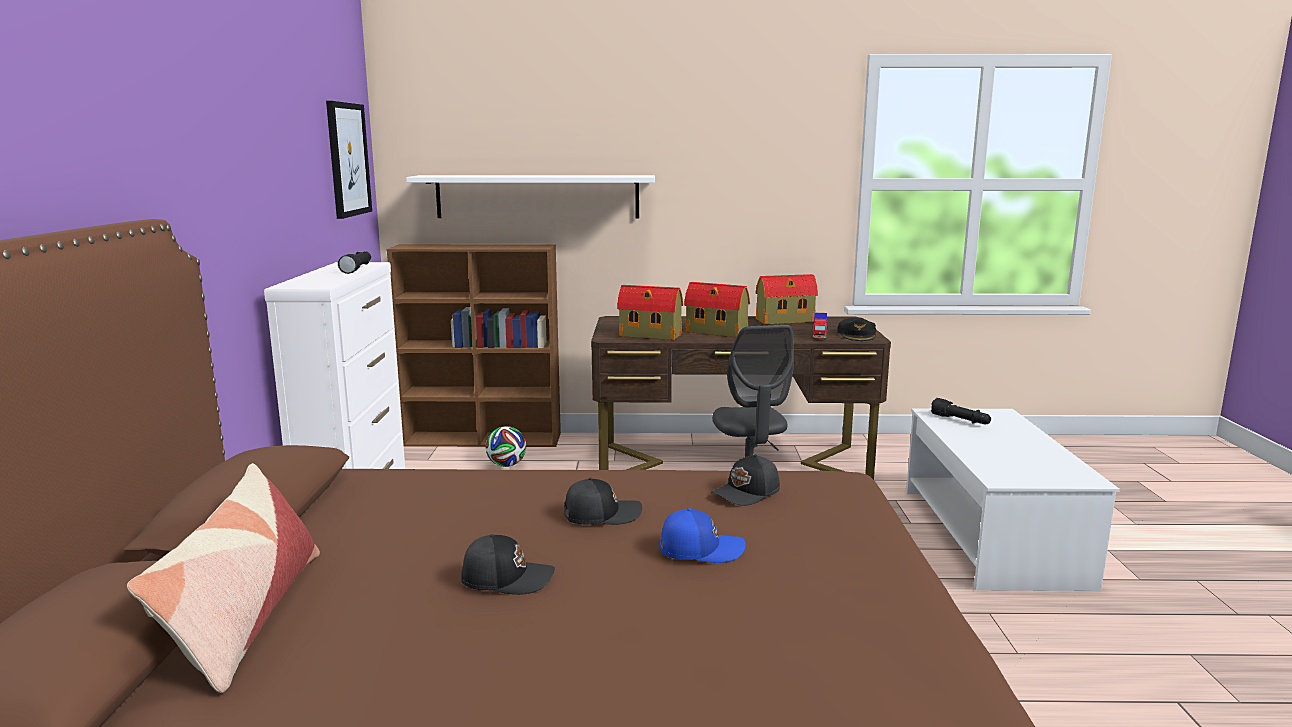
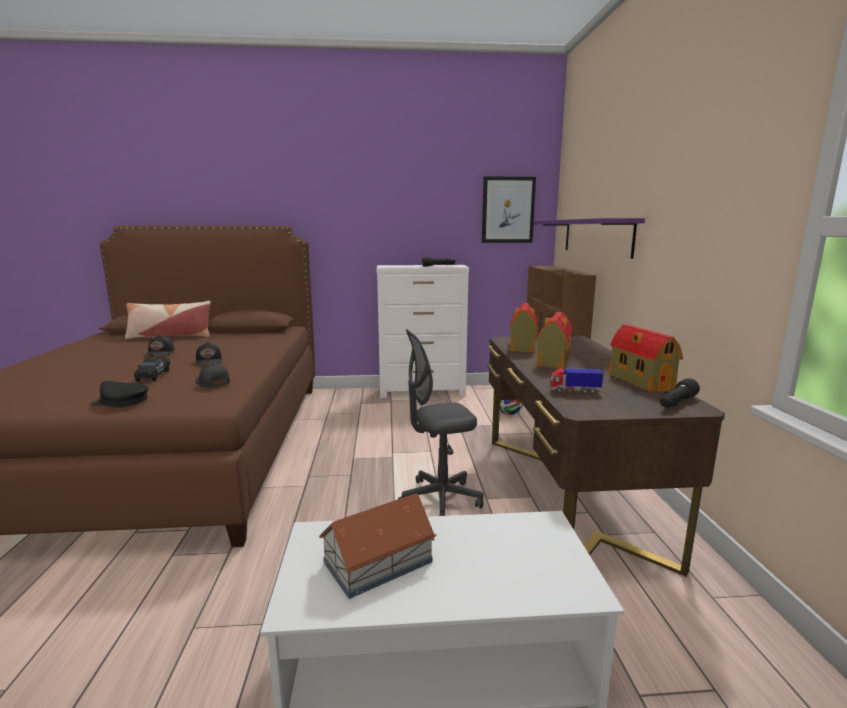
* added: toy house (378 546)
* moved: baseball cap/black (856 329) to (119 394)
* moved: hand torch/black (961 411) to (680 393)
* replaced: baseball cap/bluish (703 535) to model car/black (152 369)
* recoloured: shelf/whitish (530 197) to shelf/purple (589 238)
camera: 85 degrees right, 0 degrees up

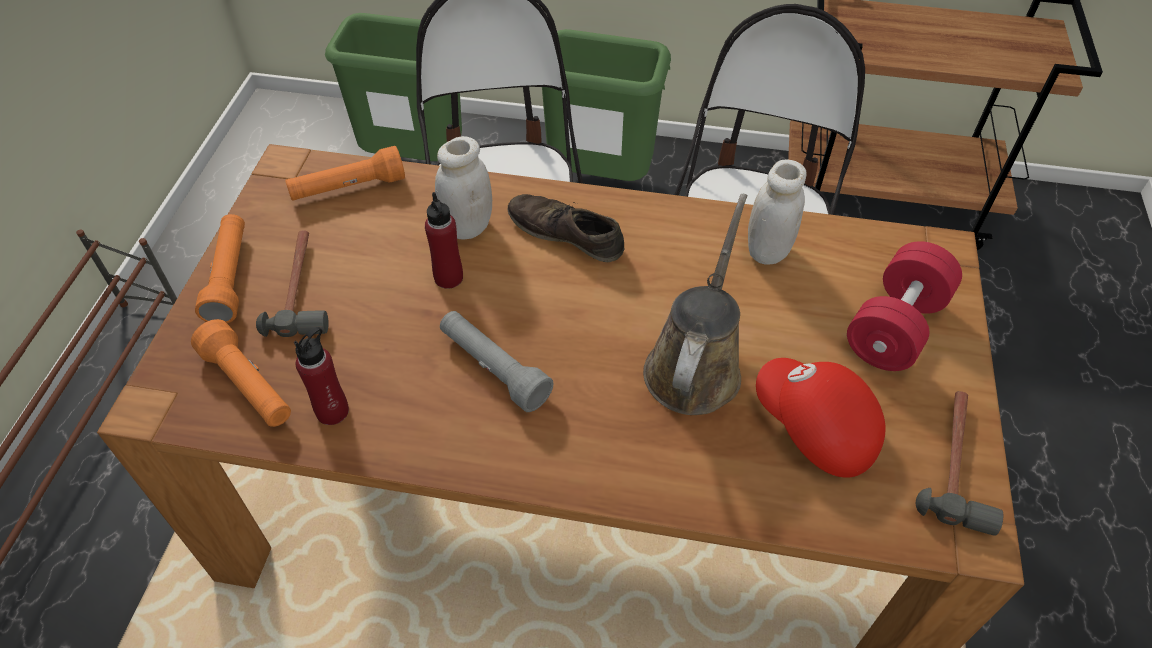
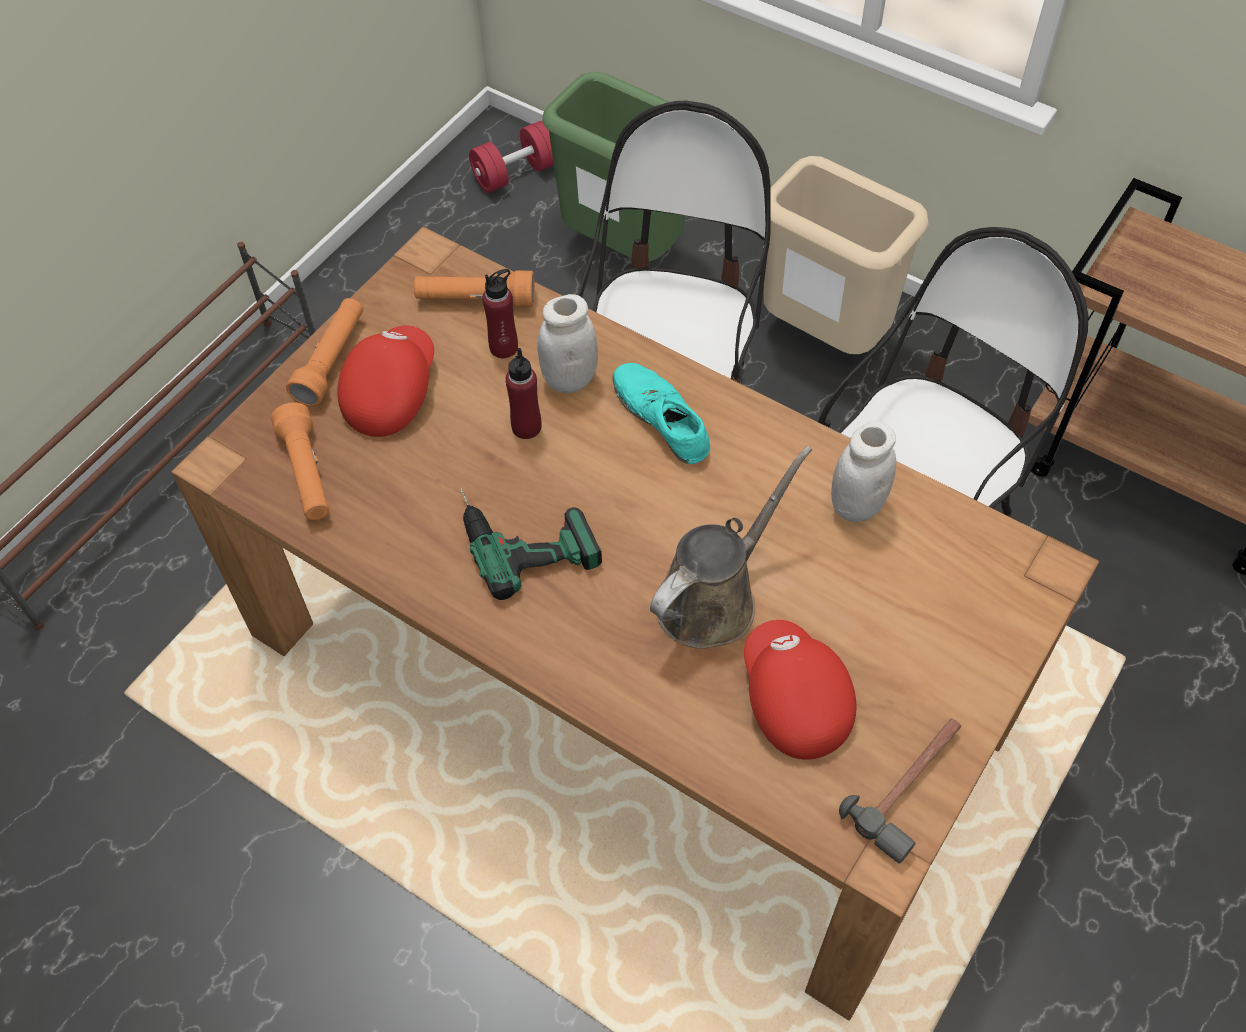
* moved: bottle/reddish (321 376) to (500 313)
* moved: dumbbell/reddish (904 306) to (511 157)
* replaced: hammer (292 283) to baseball cap/reddish (385 381)
* replaced: hand torch/greyish (496 361) to drill (531 544)
* recoloured: item of footwear/brownish (566 228) to item of footwear/turquoise (661 413)
* recoloured: trash can/green (606 105) to trash can/beige (846 255)
camera: 25 degrees right, 5 degrees up

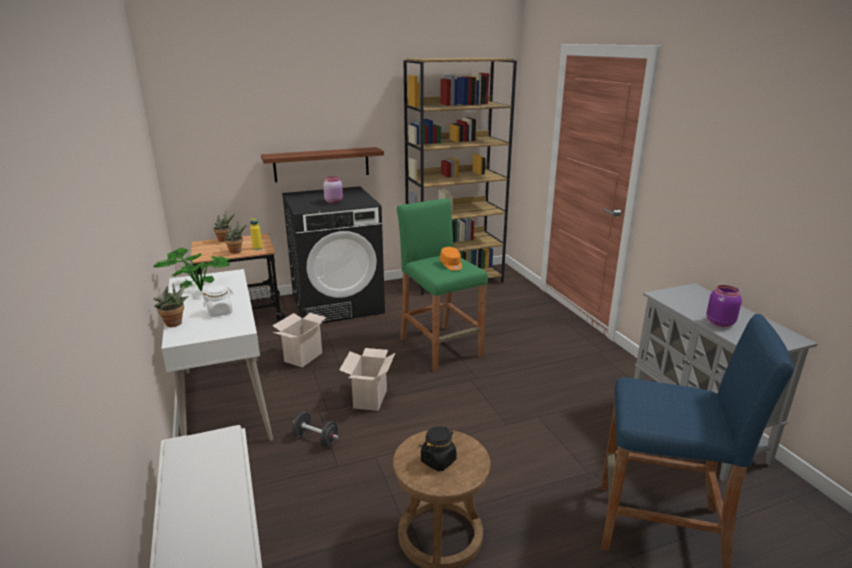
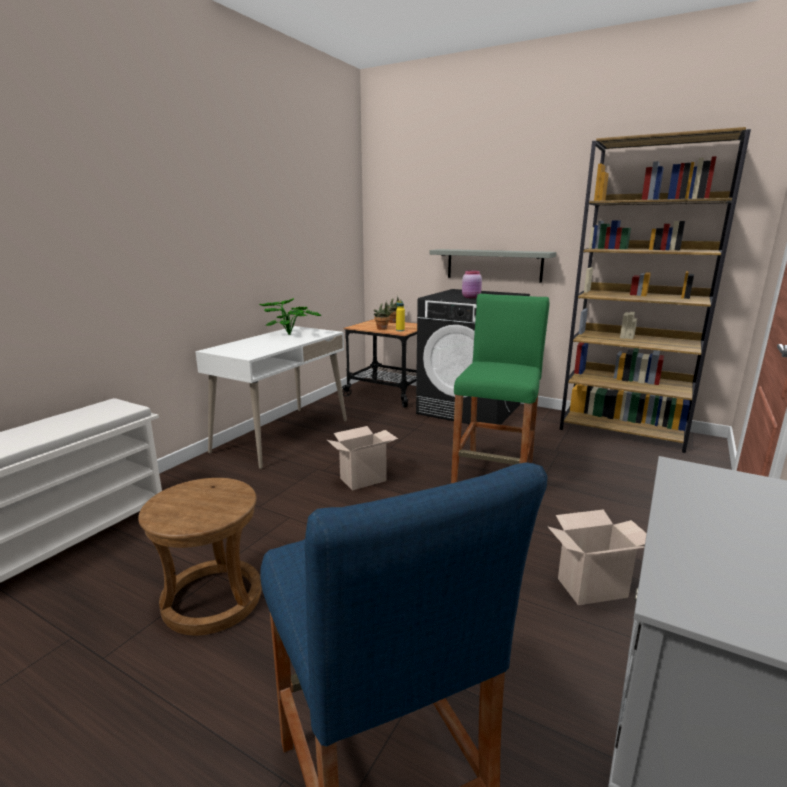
* removed: houseplant (171 305)
* removed: preserve jar/whitish (218 301)
* removed: dumbbell/black (315 430)
* removed: preserve jar/black (439 448)
* removed: baseball cap/orange-coloured (451 258)
* removed: preserve jar/purple (724 306)
* moved: cardboard box (300 340) to (597 557)
* recoloured: shelf/brownish (322 164) to shelf/greyish (493 266)
camera: 50 degrees right, 5 degrees down

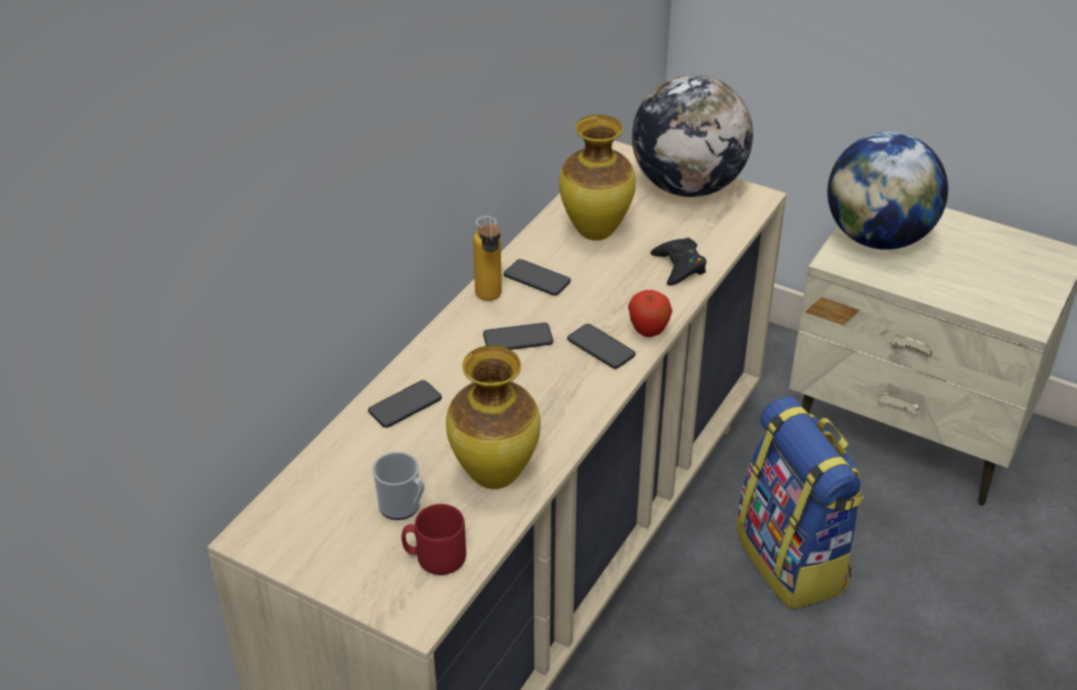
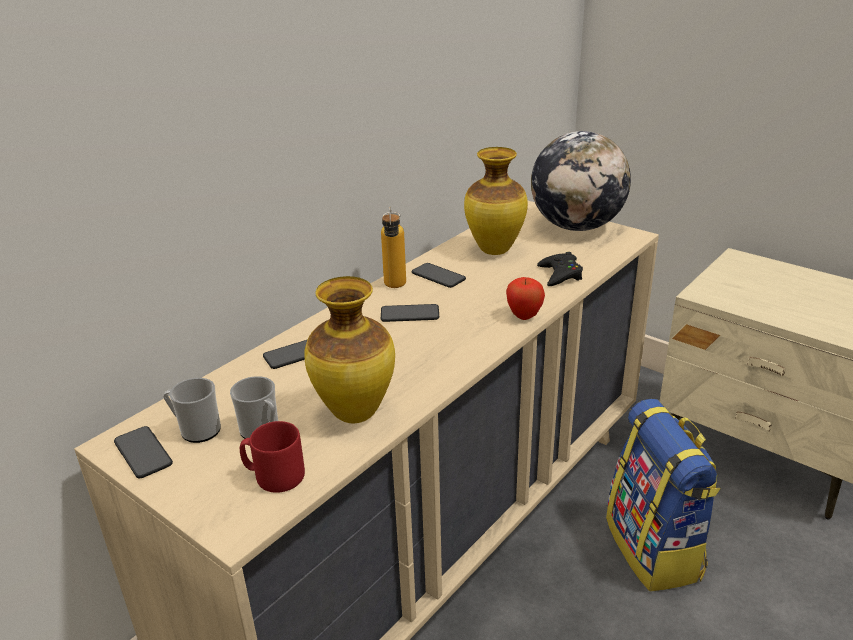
* removed: globe (887 191)
* added: tea mug (192 410)
* moved: phone (601 346) to (143 452)
camera: 10 degrees right, 10 degrees down

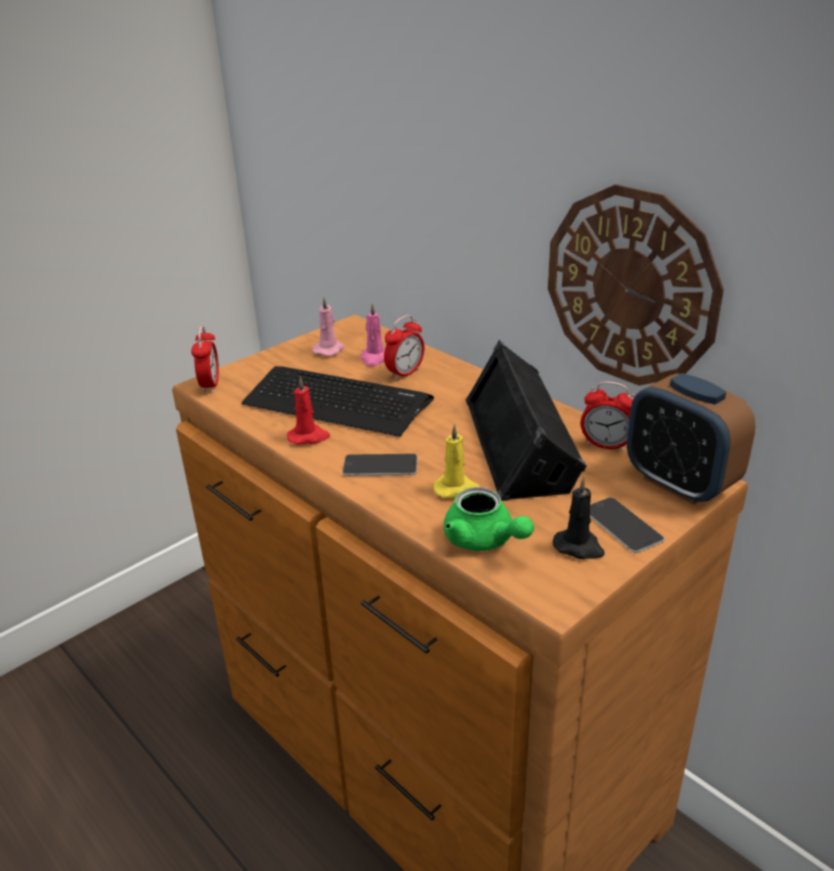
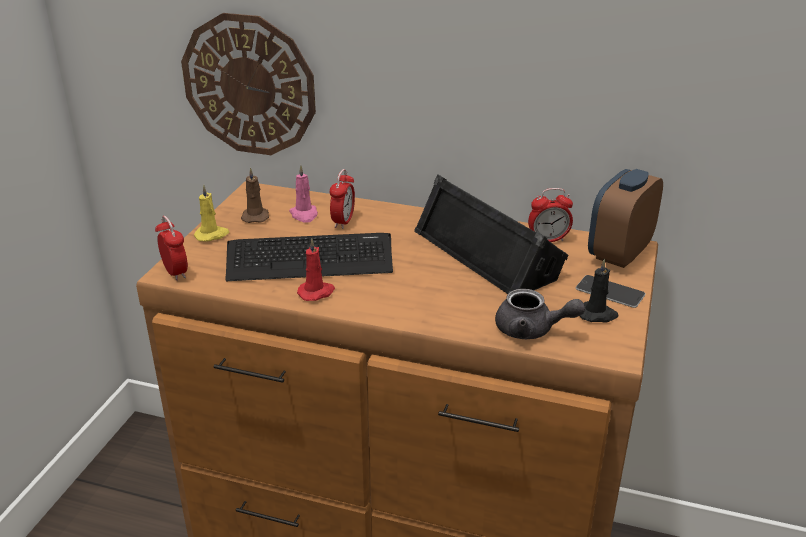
* removed: phone (380 465)
* moved: candle/yellow-coloured (456 461) to (211 213)
* moved: wall clock (636 285) to (248 84)
* recoloured: candle/pinkish (328 326) to candle/brownish (255 195)
* recoloured: teapot/green (489 519) to teapot/greyish (540 314)
* turned: table clock (691 439) = (625 218) 105 degrees clockwise
camera: 30 degrees left, 0 degrees up

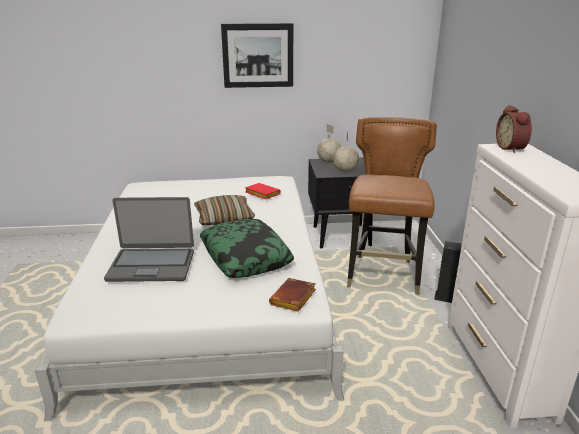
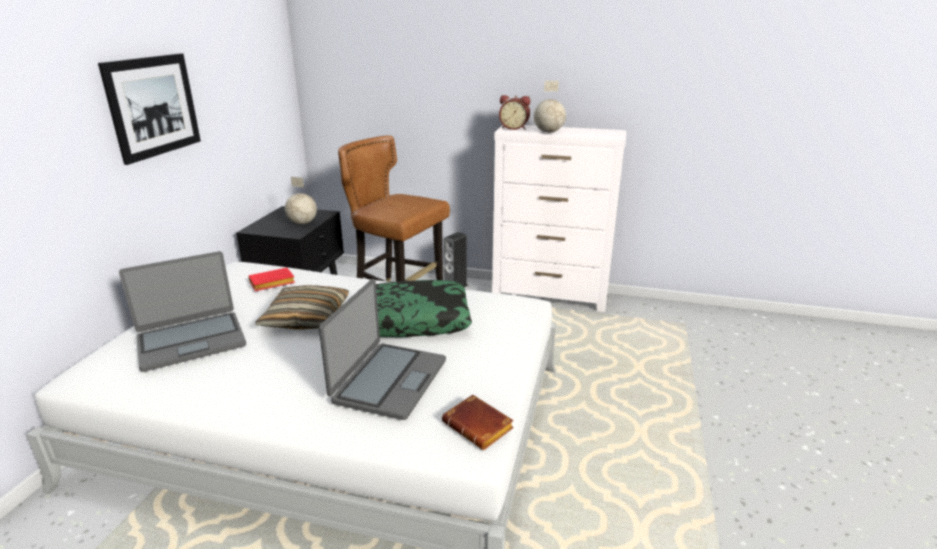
* added: notebook computer (182 311)
* moved: volume/brownish (292 295) to (478 422)
* moved: globe (329 143) to (550 107)
camera: 70 degrees left, 0 degrees up

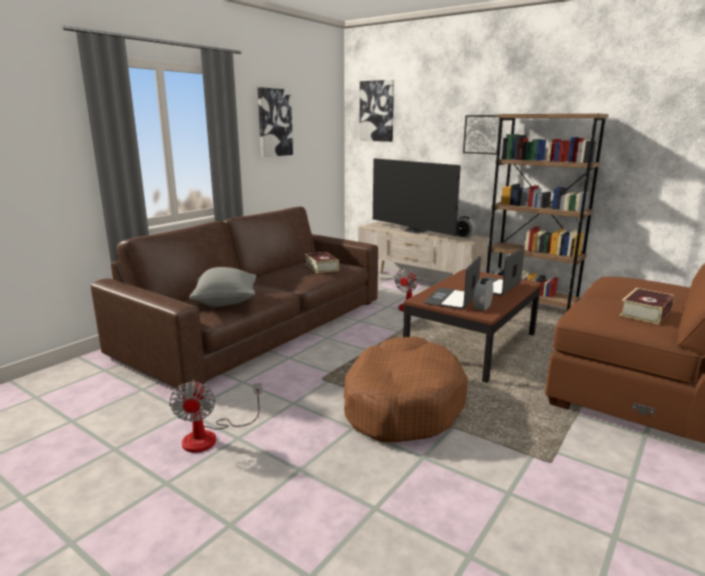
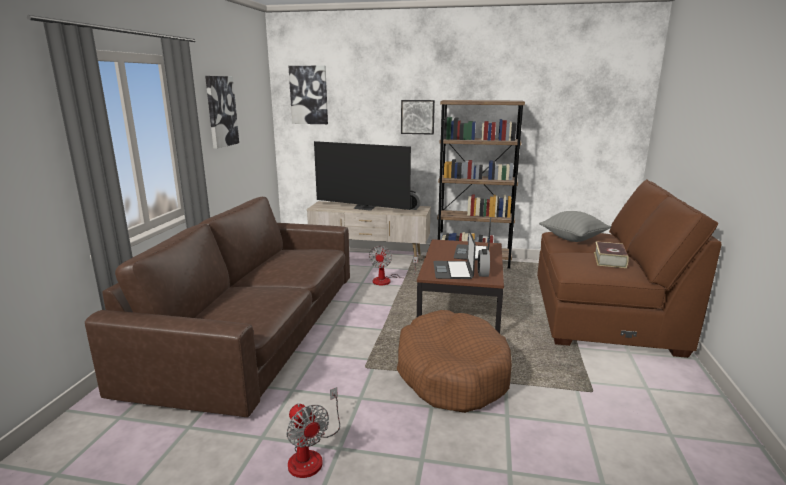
* removed: volume (322 262)
* moved: cushion/greyish (222 287) to (575 226)
camera: 25 degrees left, 0 degrees up

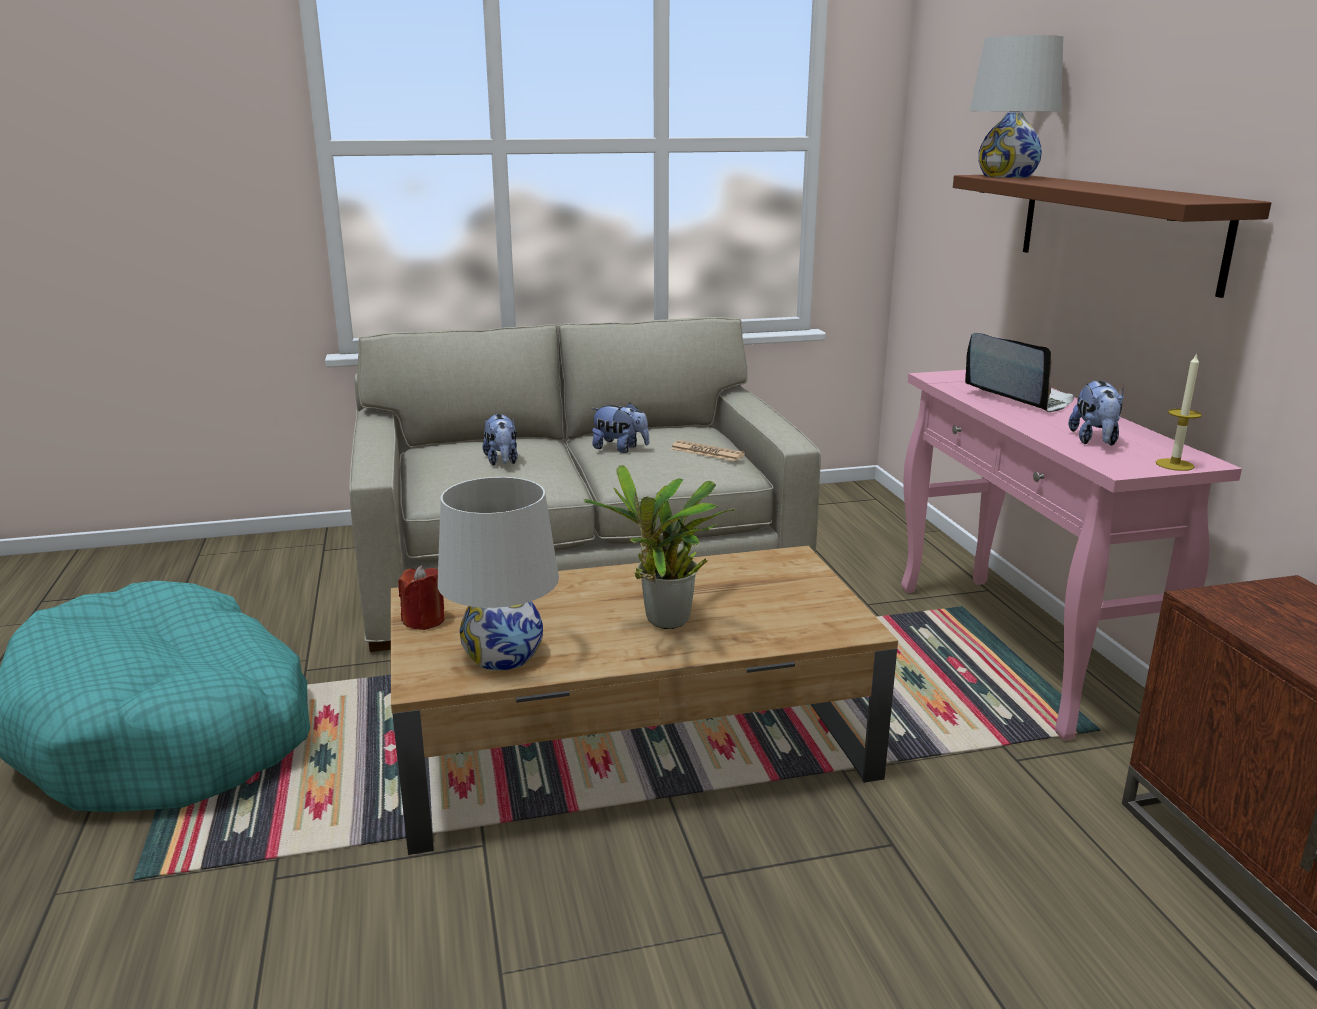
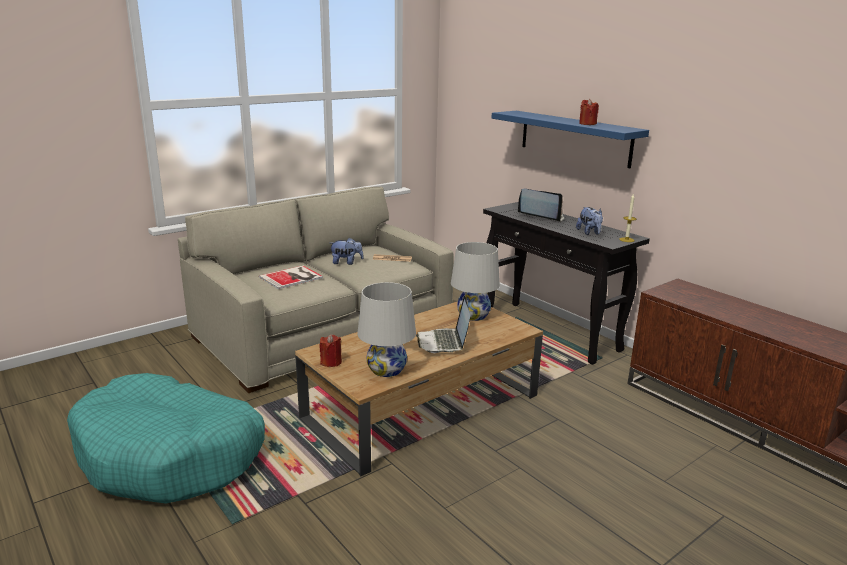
* added: candle/reddish (589 112)
* moved: table lamp/whitish (1016 106) to (475 281)
* replaced: soft toy (500 440) to volume (291 277)
* replaced: houseplant (659 547) to notebook computer (443 324)
* recoloured: console table/pinkish (1071 555) to console table/black (566 283)
* recoloured: shelf/brownish (1112 236) to shelf/bluish (570 139)
camera: 25 degrees left, 0 degrees up

